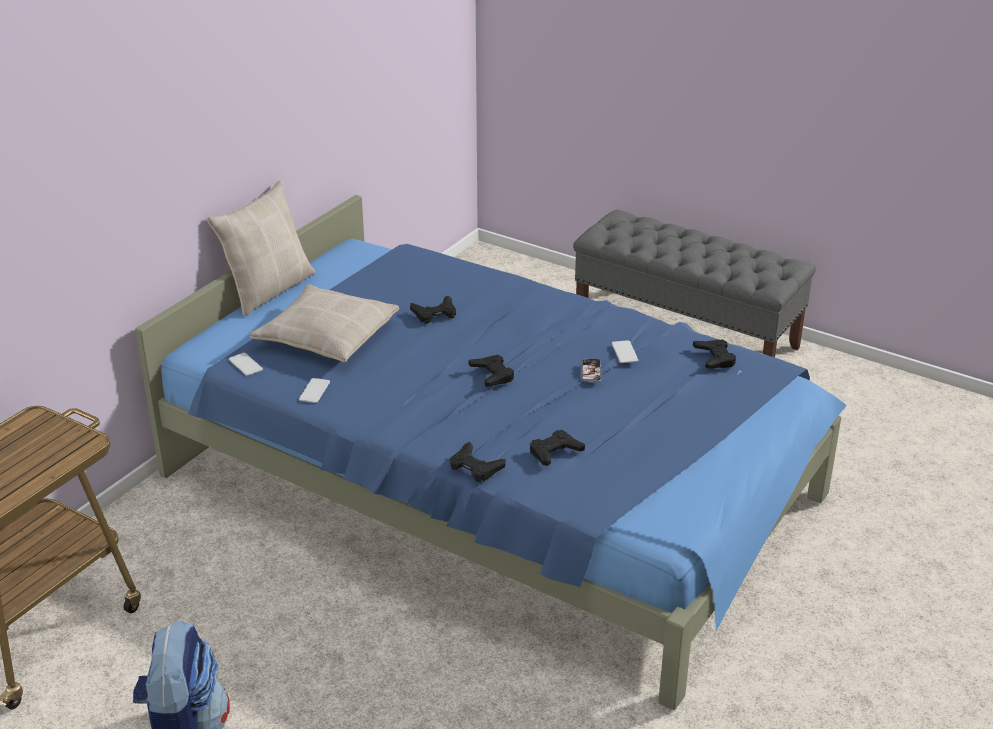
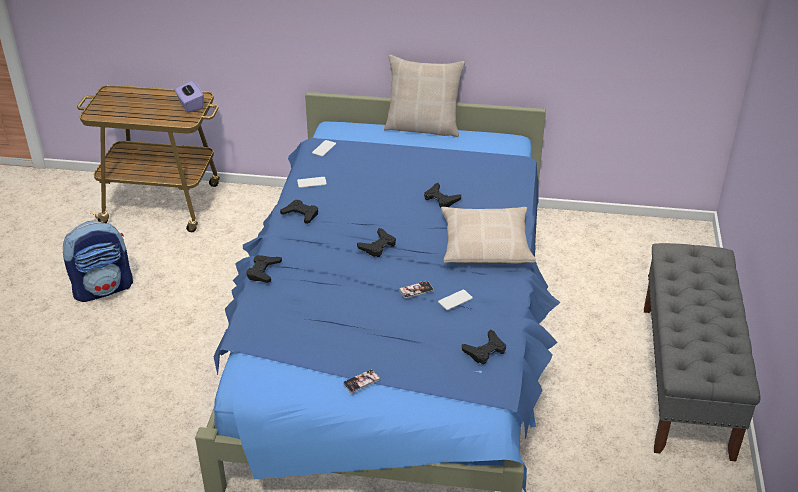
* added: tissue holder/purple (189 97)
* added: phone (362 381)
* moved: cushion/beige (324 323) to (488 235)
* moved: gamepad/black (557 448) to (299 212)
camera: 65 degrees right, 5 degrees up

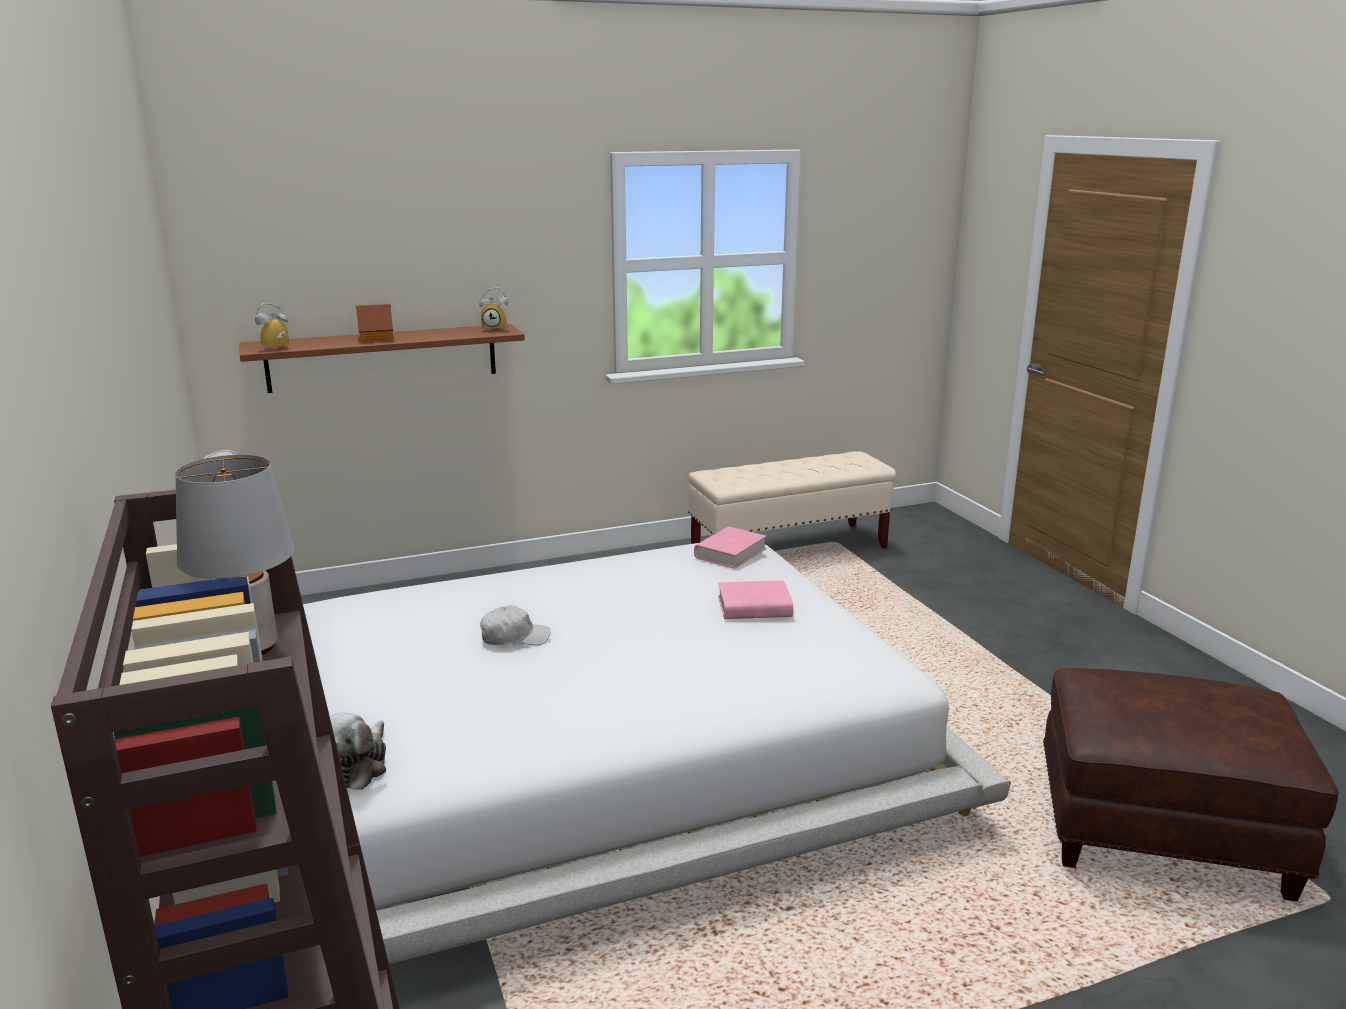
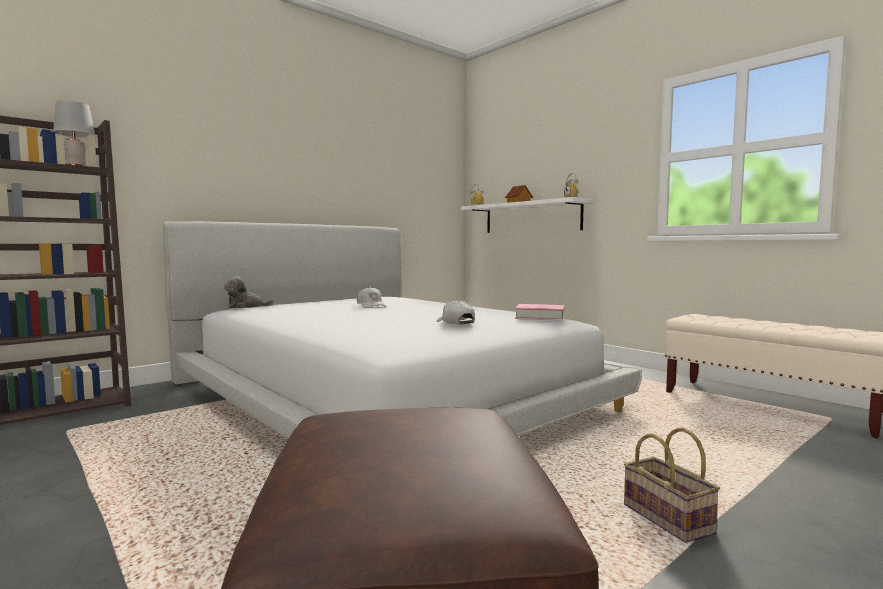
* added: basket (672 485)
* replaced: volume/pinkish (755 599) to baseball cap/whitish (456 312)
* recoloured: shelf/brownish (382 358) to shelf/whitish (527 215)
camera: 70 degrees right, 15 degrees down

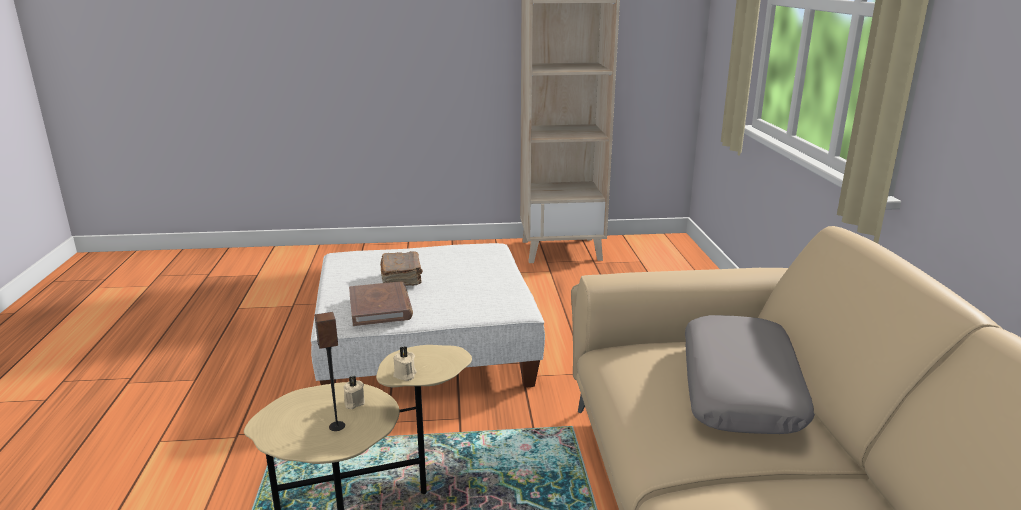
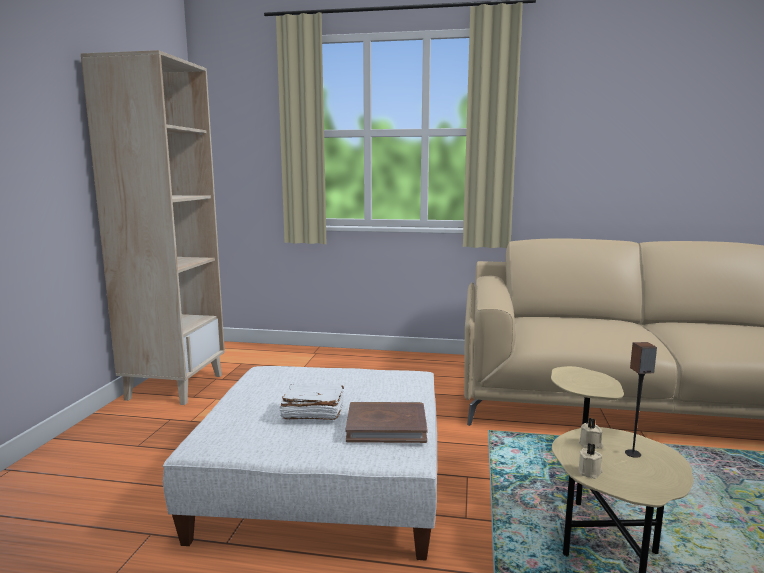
* removed: cushion/greyish (750 374)
* moved: candle/beige (405 363) to (591 461)
* recoloured: volume/brownish (401 268) to volume/whitish (311 402)
camera: 75 degrees left, 10 degrees down

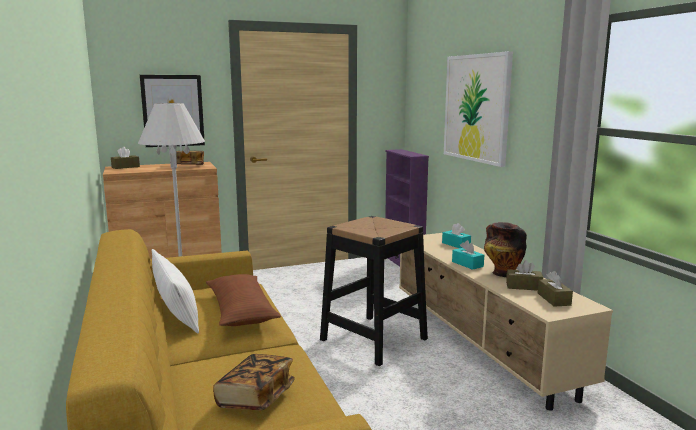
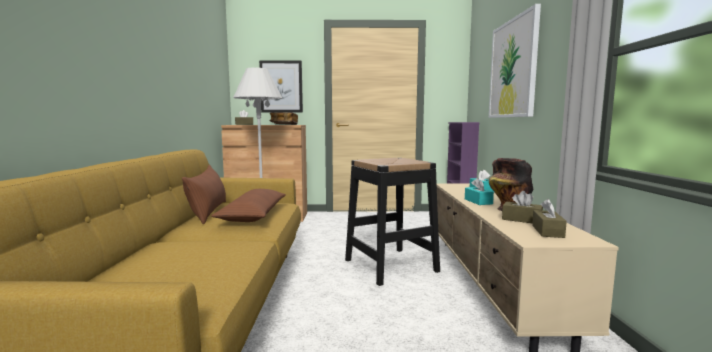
* removed: volume (254 382)
* recoloured: cushion/whitish (175 291) to cushion/brownish (204 194)
camera: 20 degrees right, 5 degrees down

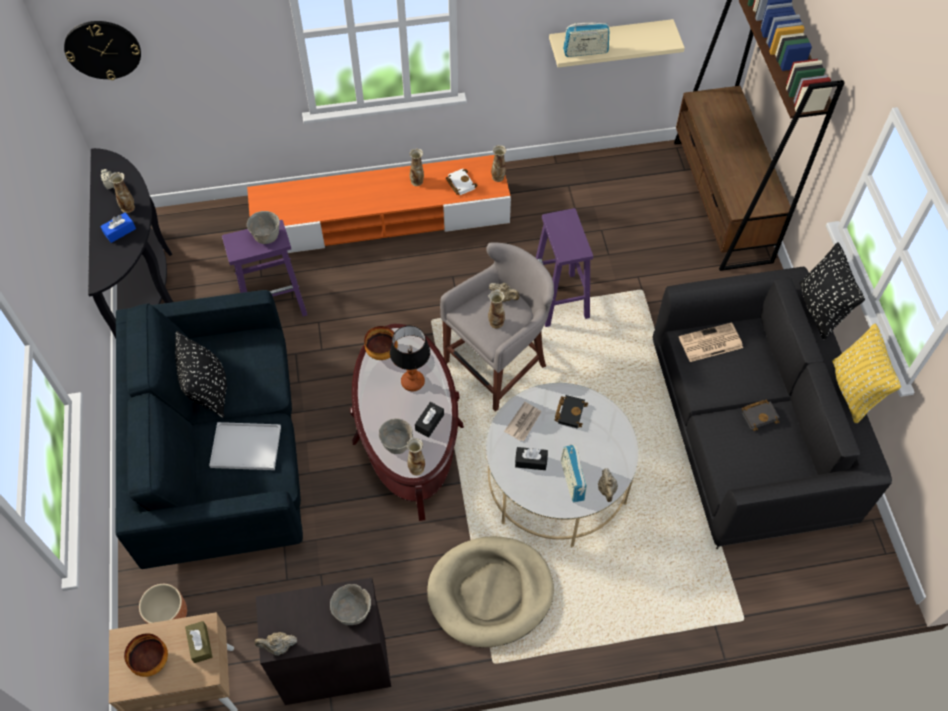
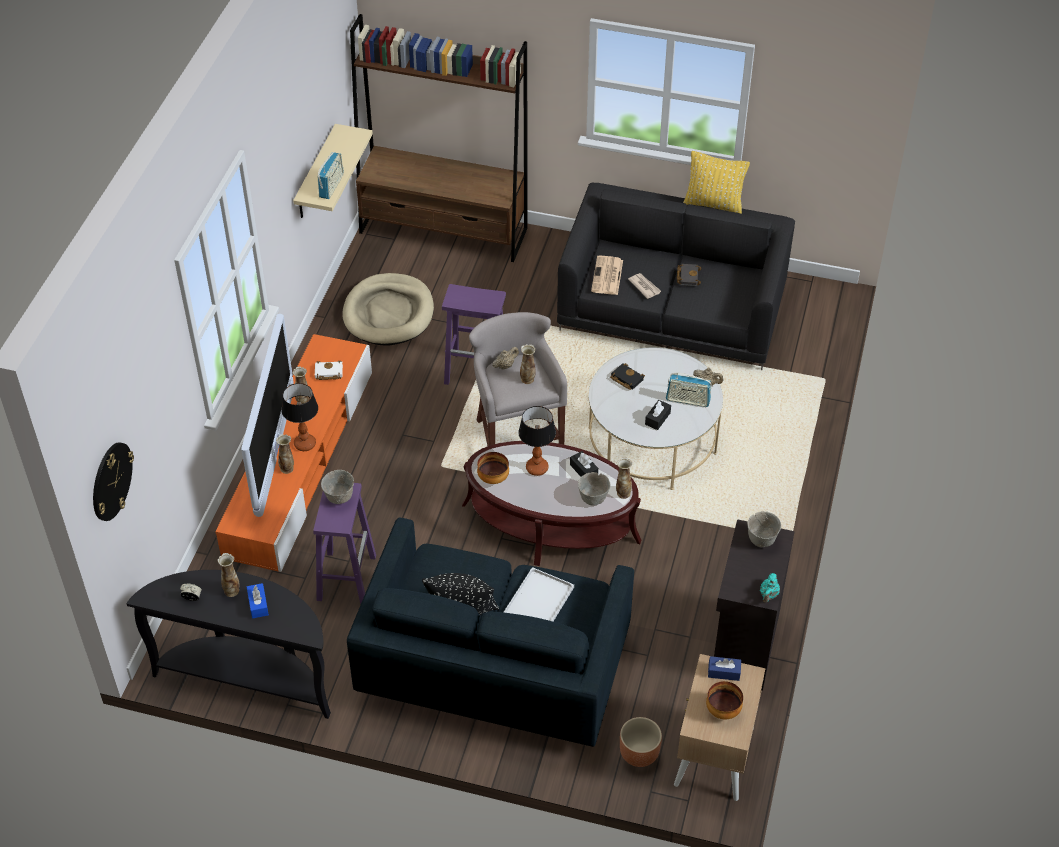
* removed: cushion/black (832 290)
* added: TV (267 415)
* added: table lamp (299 417)
* moved: dog bed/beige (490 592) to (388 309)
* moved: vase (498 163) to (285 454)
* moved: printed paper (523 421) to (645 286)
* recoloured: tissue holder/brownish (199 642) to tissue holder/bluish (724 668)
* recoloured: teapot/beige (275 644) to teapot/turquoise (770 588)
camera: 65 degrees left, 10 degrees down

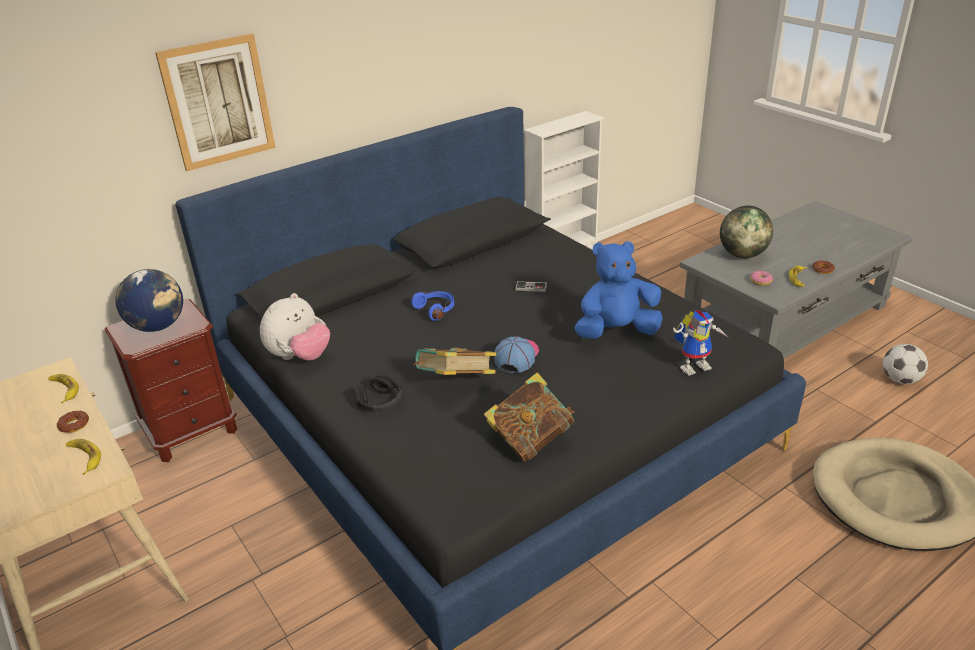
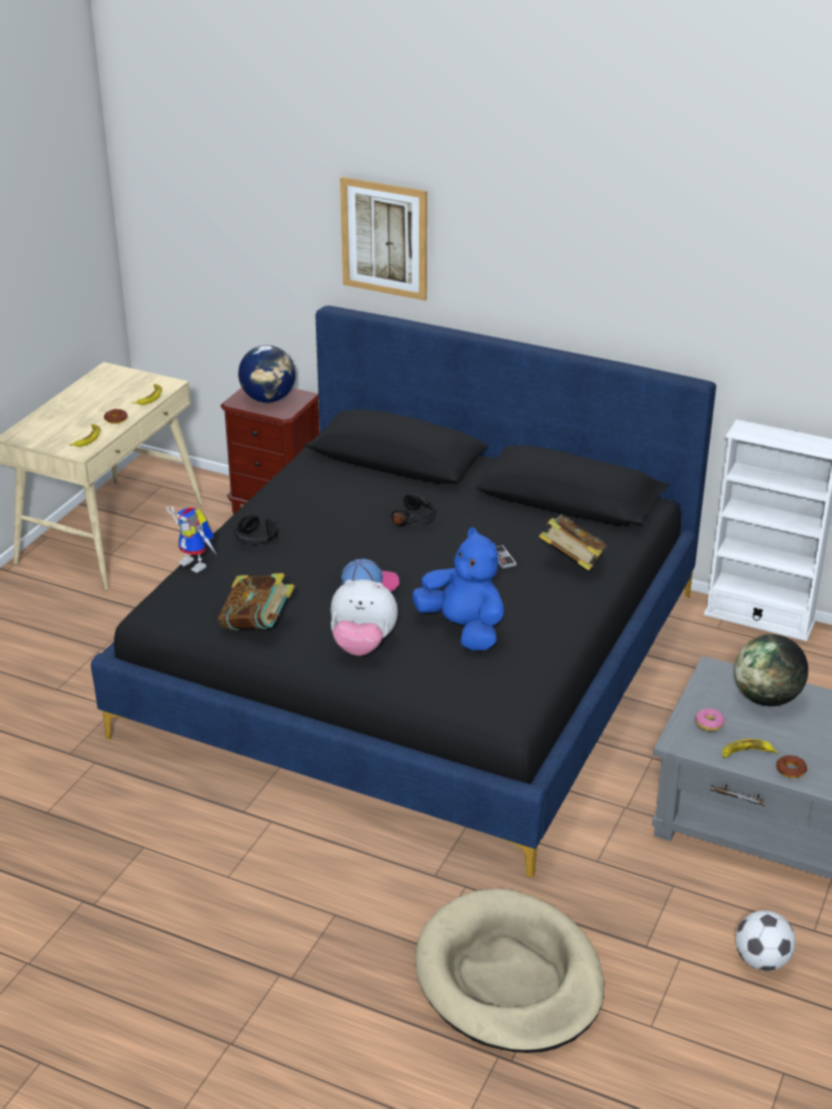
* moved: soft toy (295 327) to (364 618)
* moved: volume (455 361) to (573 543)
* moved: toy robot (700 343) to (191 539)
* recoloured: headset/bluish (432 306) to headset/black (413 509)
camera: 60 degrees right, 0 degrees up

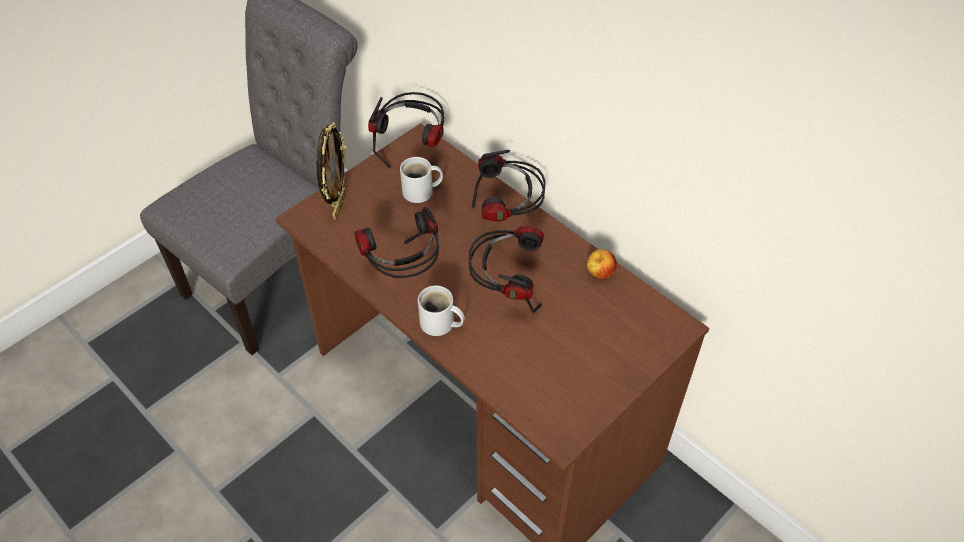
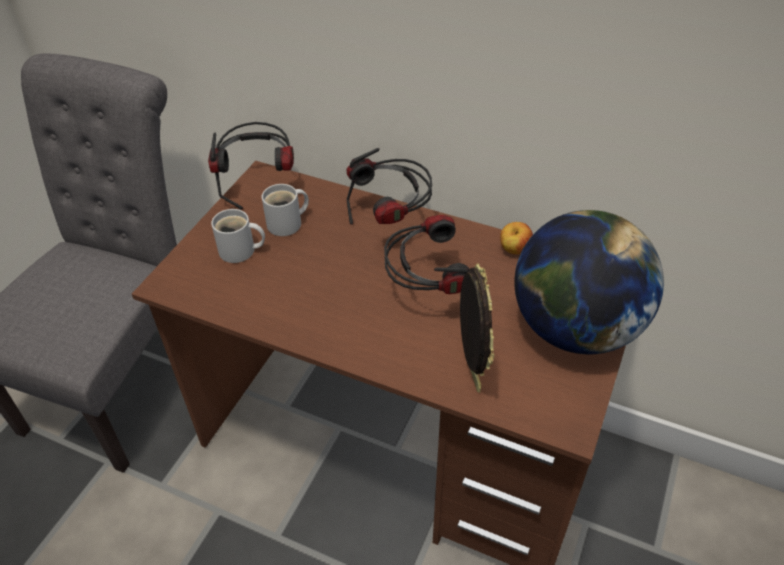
* removed: headset (397 242)
* added: globe (589 282)
* moved: standing frame (331 171) to (477 328)
* moved: tea mug/whitish (441 310) to (238 236)
camera: 20 degrees left, 5 degrees down

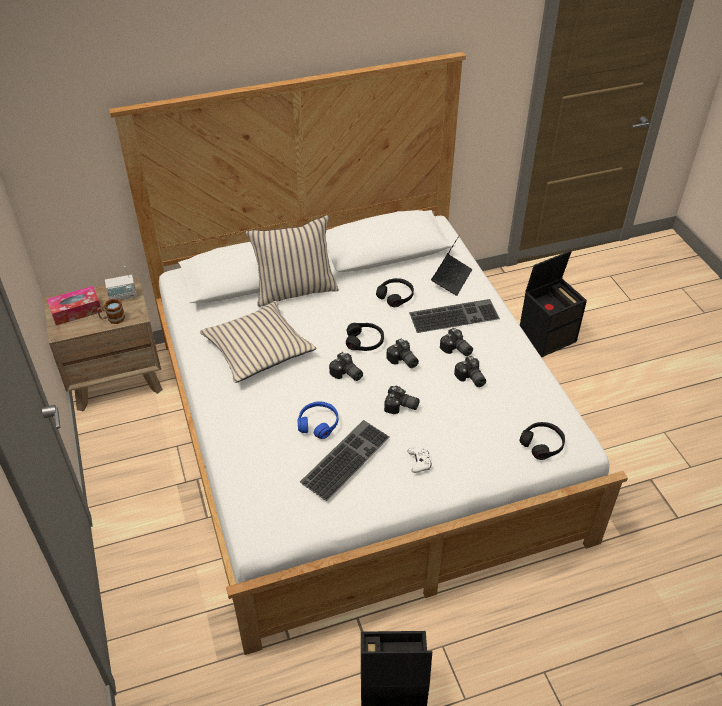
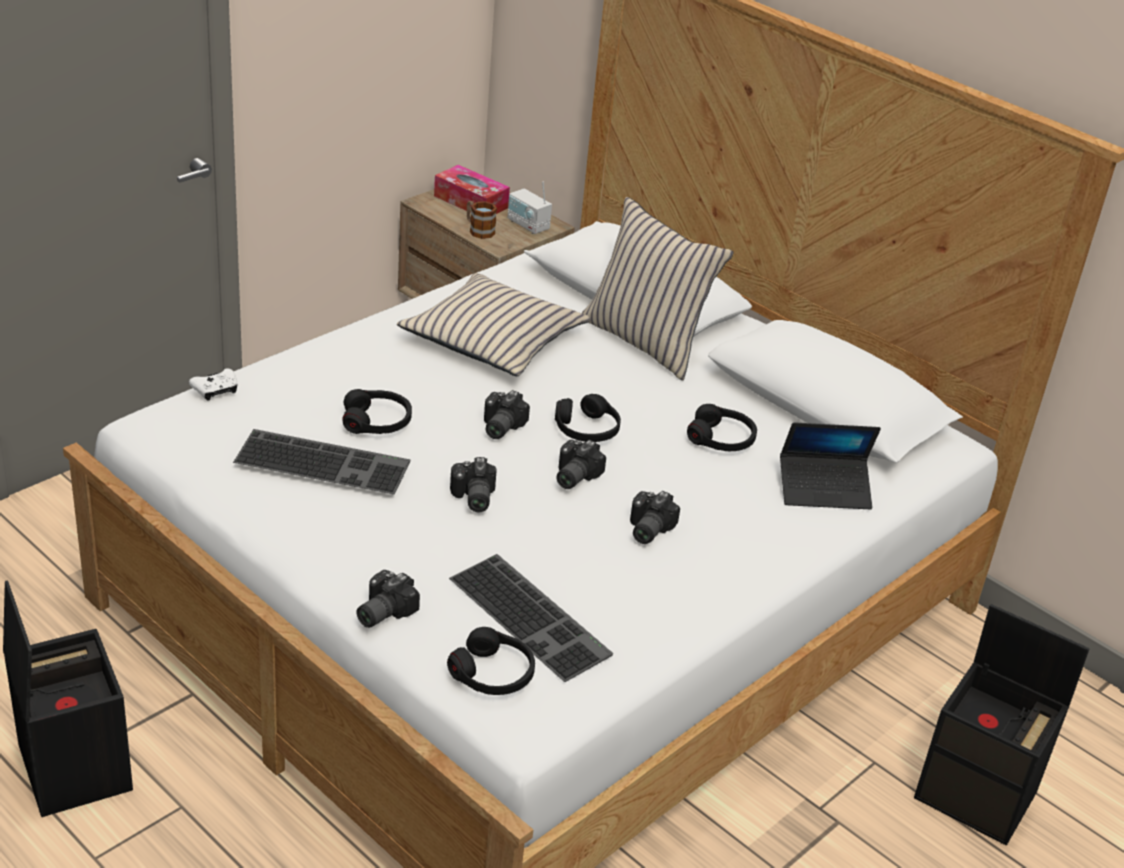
* moved: gamepad/whitish (419 460) to (213 384)
* moved: keyboard (454 316) to (531 618)
* moved: still camera (470 371) to (388 599)
* recoloured: headset/bluish (317 420) to headset/black (377 411)
camera: 60 degrees right, 10 degrees down

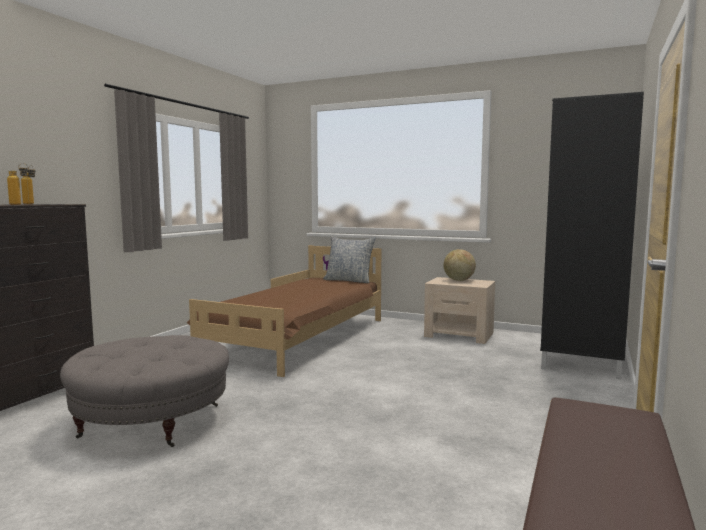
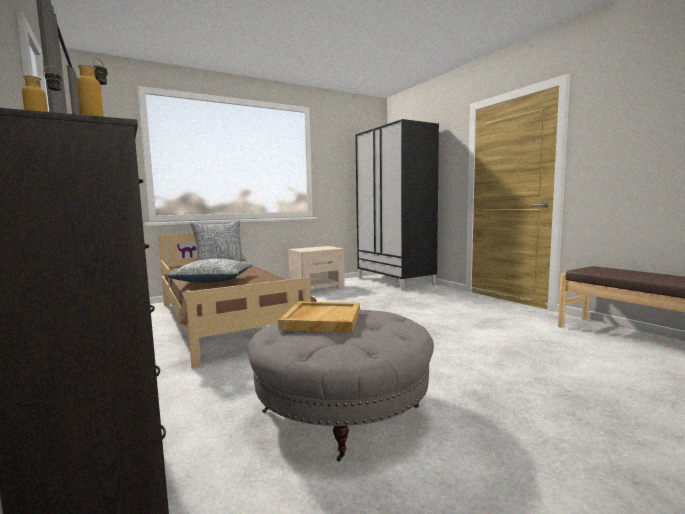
* removed: globe (459 265)
* added: cushion (210 271)
* added: tray/beige (319 317)
camera: 55 degrees left, 0 degrees up

